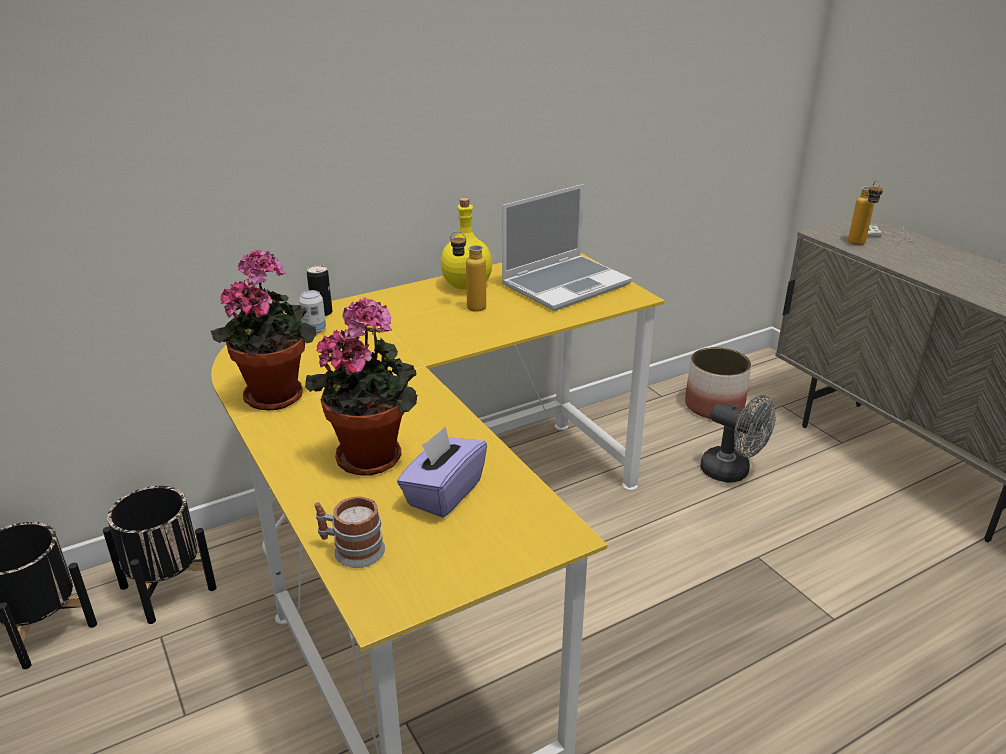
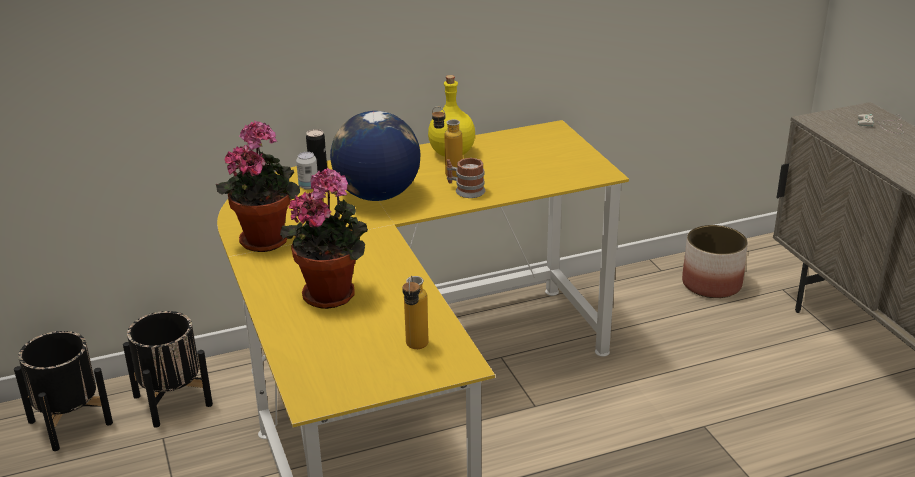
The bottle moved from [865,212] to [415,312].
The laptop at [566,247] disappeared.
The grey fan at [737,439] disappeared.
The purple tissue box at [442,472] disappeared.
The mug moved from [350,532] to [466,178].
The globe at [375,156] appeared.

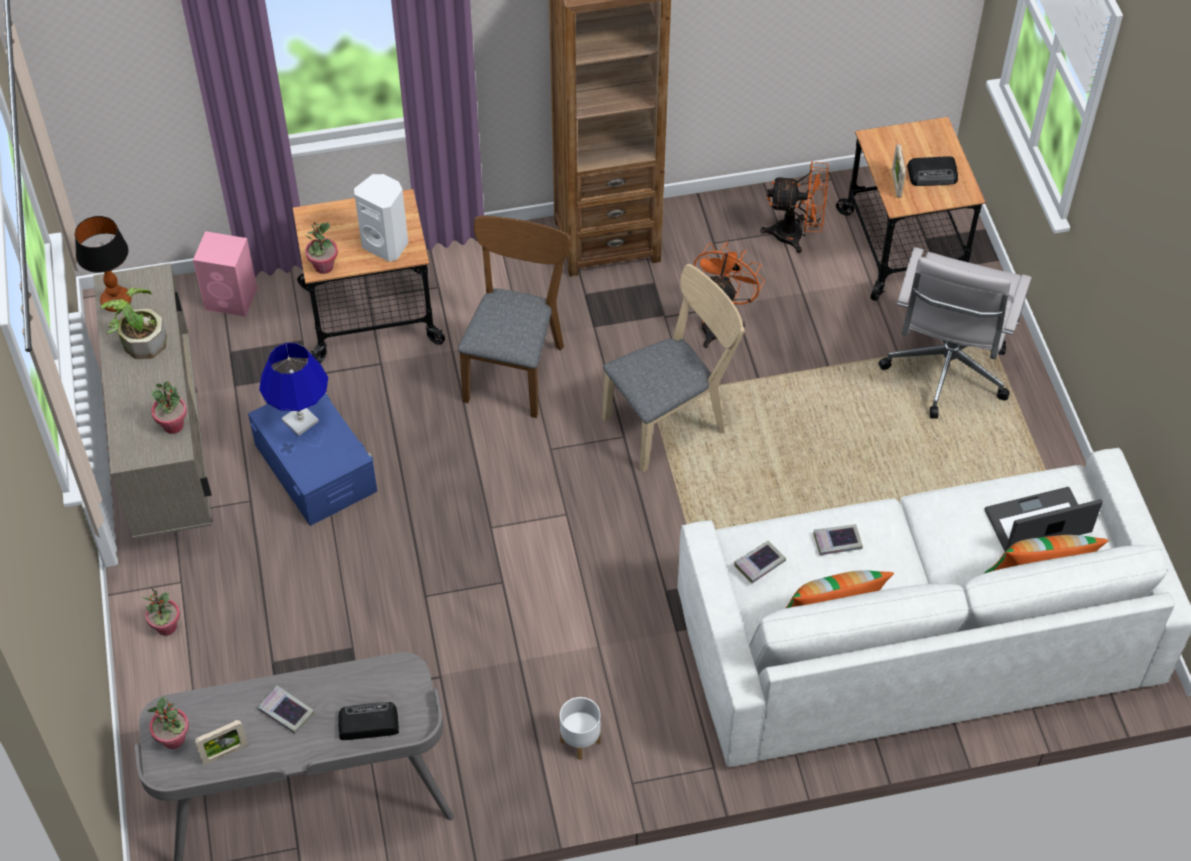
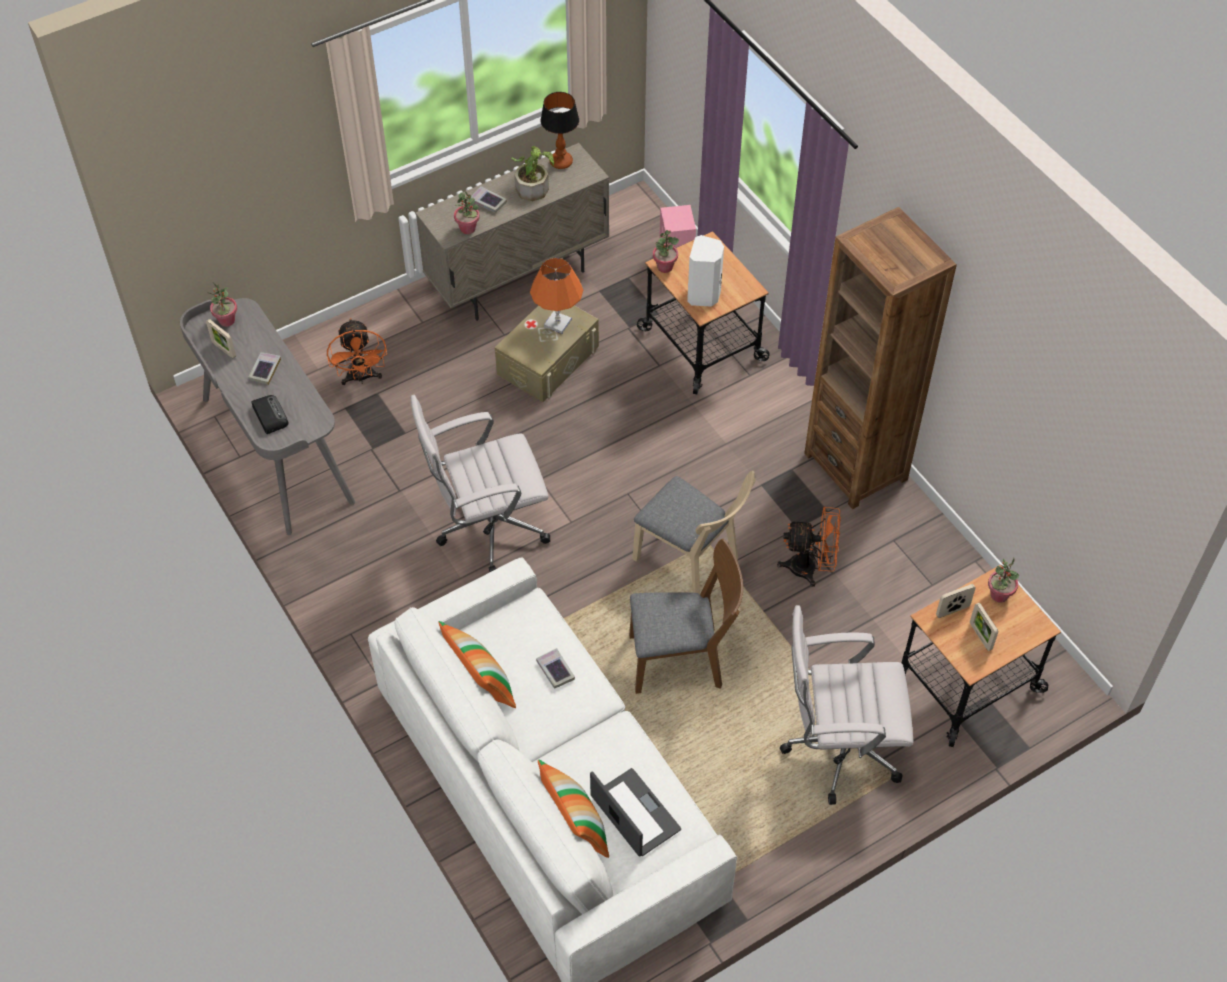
The radio at [932,171] was replaced by the picture frame at [984,627].
The orange fan moved from [794,208] to [357,351].
The brown chair moved from [514,317] to [686,616].
The blue table lamp at [293,389] became the orange table lamp at [556,295].
The blue storage box at [312,459] became the beige storage box at [547,353].
The book moved from [760,562] to [489,199].
The potted plant moved from [161,611] to [1003,580].
The white planter at [580,728] disappeared.
The white office chair at [480,483] appeared.

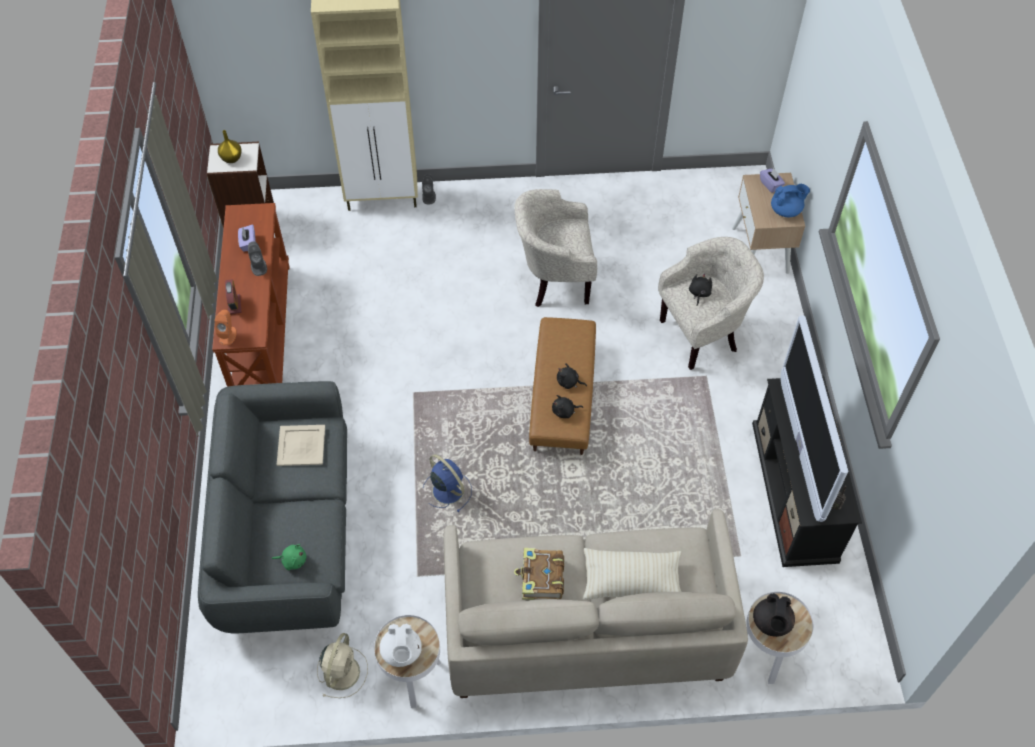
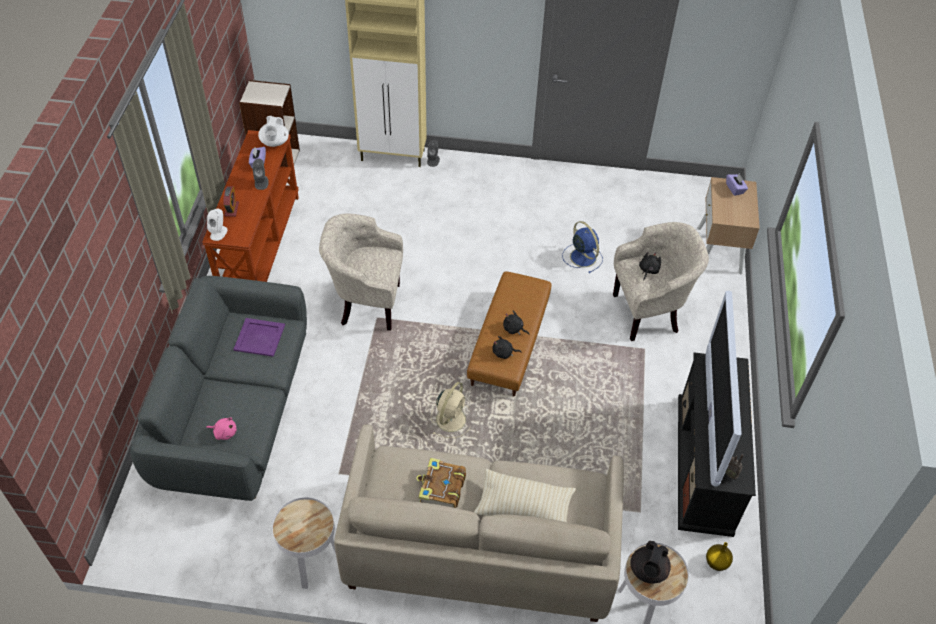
The yellow vase moved from [230,146] to [719,556].
The blue teapot at [790,200] disappeared.
The beige armchair moved from [555,248] to [361,272].
The orange speaker at [225,327] became the white speaker at [217,225].
The beige tray at [301,445] became the purple tray at [259,337].
The blue fan moved from [447,483] to [582,247].
The green plush toy at [289,557] became the pink plush toy at [221,429].
The white teapot moved from [401,645] to [273,131].
The beige fan moved from [342,665] to [451,410].

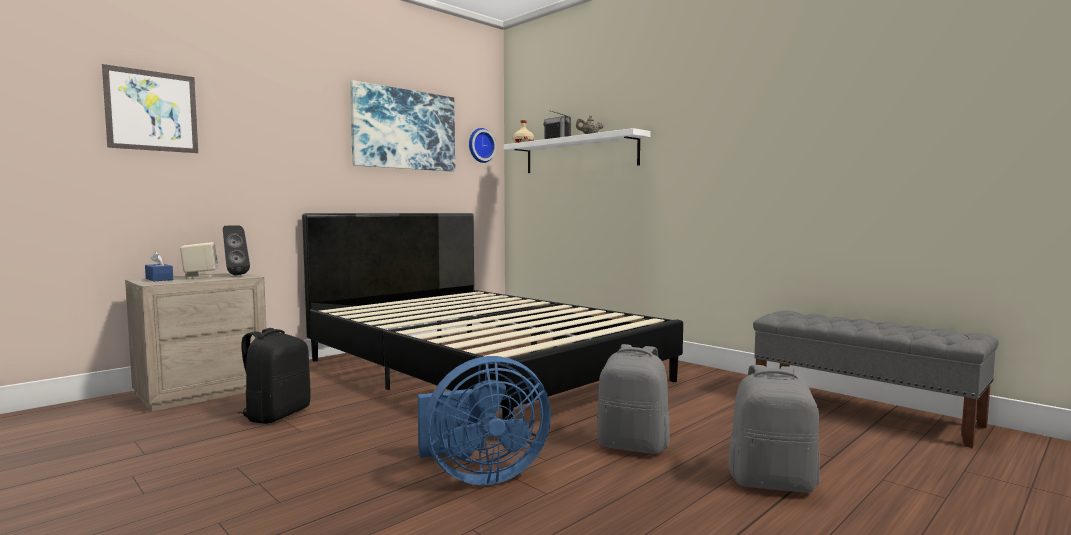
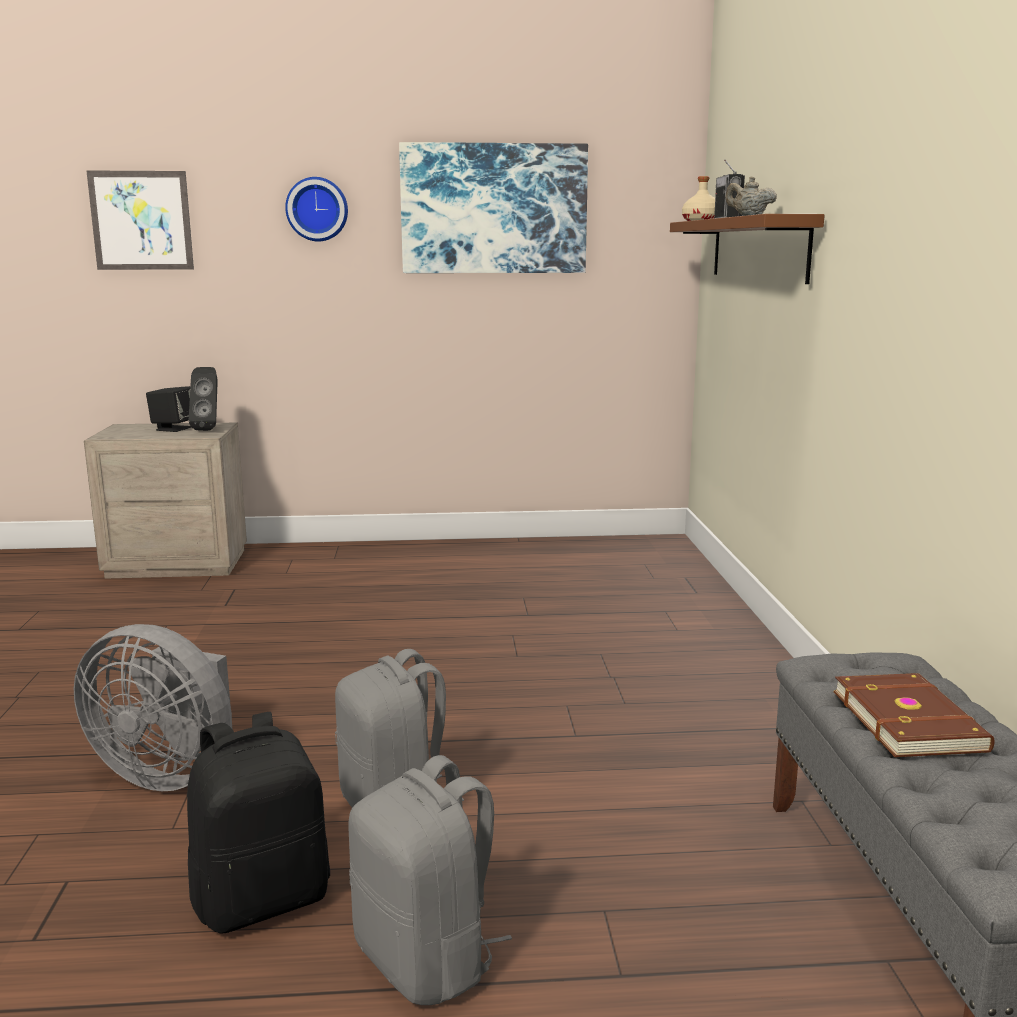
The wall clock moved from [483,145] to [316,209].
The white shelf at [577,150] became the brown shelf at [747,249].
The black bed at [492,316] disappeared.
The beige speaker at [199,260] became the black speaker at [168,409].
The blue tissue box at [159,266] disappeared.
The black backpack moved from [274,376] to [258,822].
The blue fan at [484,420] became the grey fan at [153,707].
The brown book at [914,715] appeared.

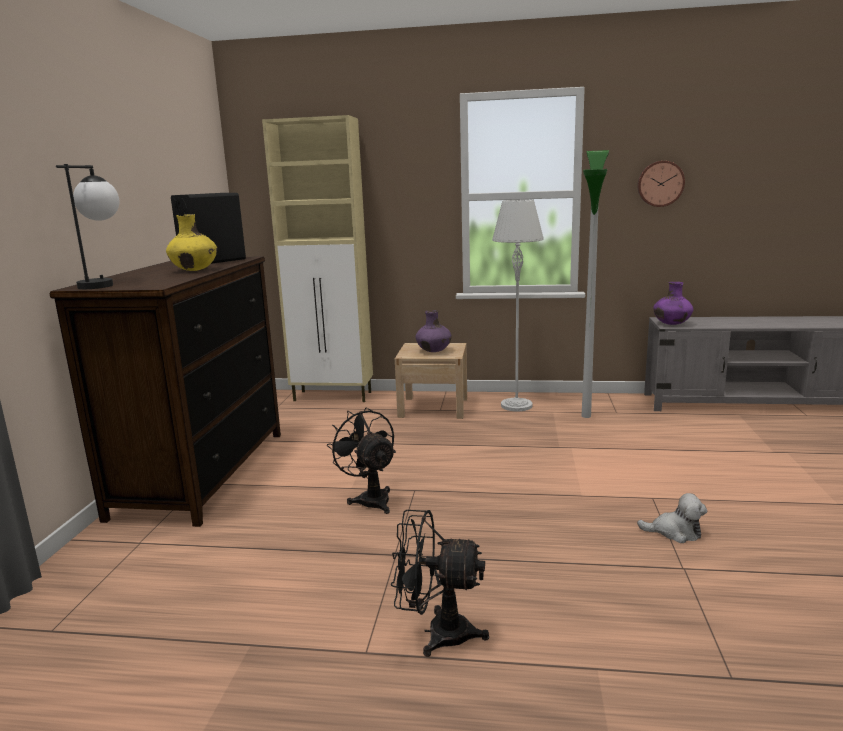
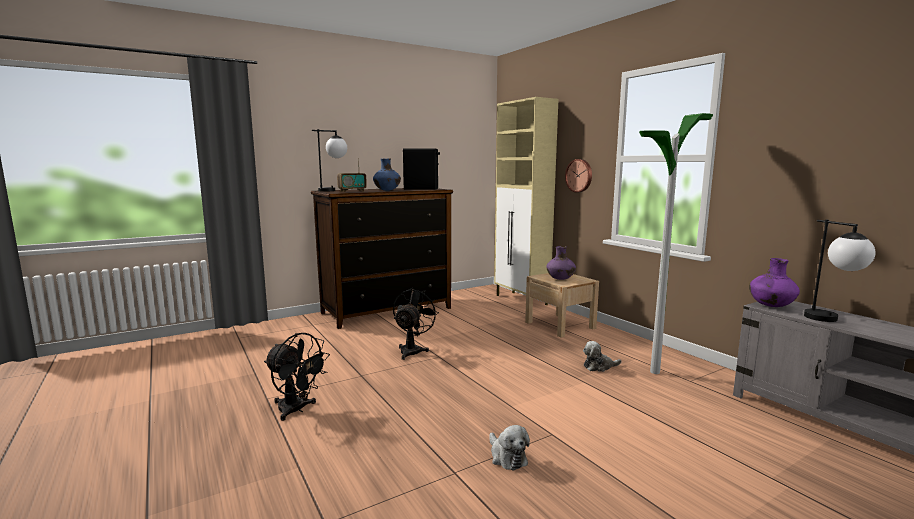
The wall clock moved from [661,184] to [578,175].
The grey floor lamp at [518,305] disappeared.
The yellow vase at [191,242] became the blue vase at [387,174].
The black fan at [440,583] turned 150 degrees clockwise.
The radio at [352,175] appeared.
The table lamp at [840,271] appeared.
The plush toy at [602,356] appeared.

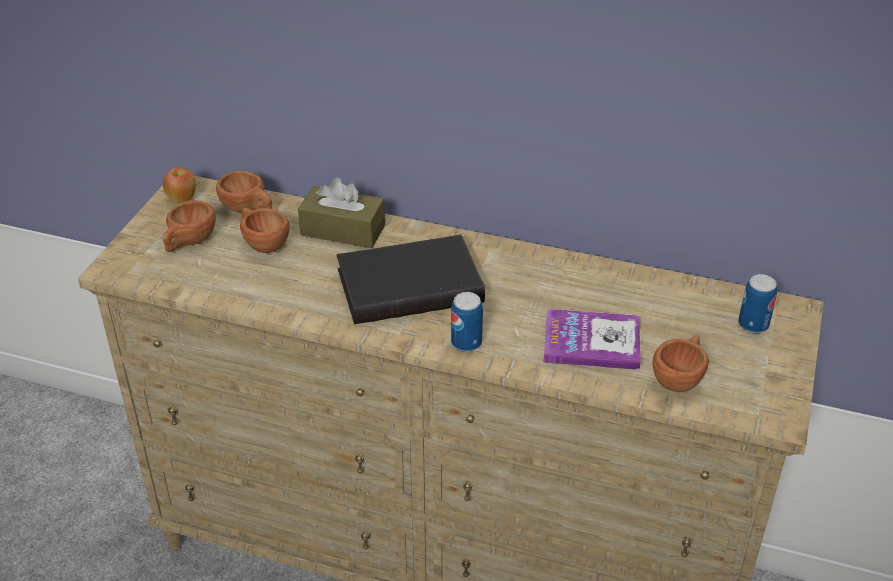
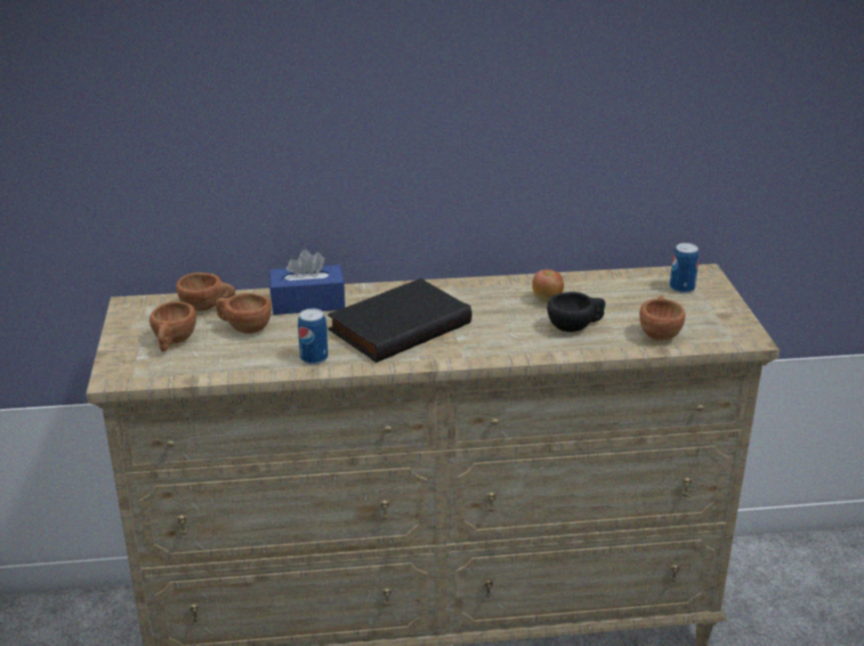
The apple moved from [179,185] to [548,286].
The brown tissue box at [341,213] became the blue tissue box at [307,282].
The can moved from [467,322] to [313,336].
The book at [592,339] was replaced by the black cup at [576,312].

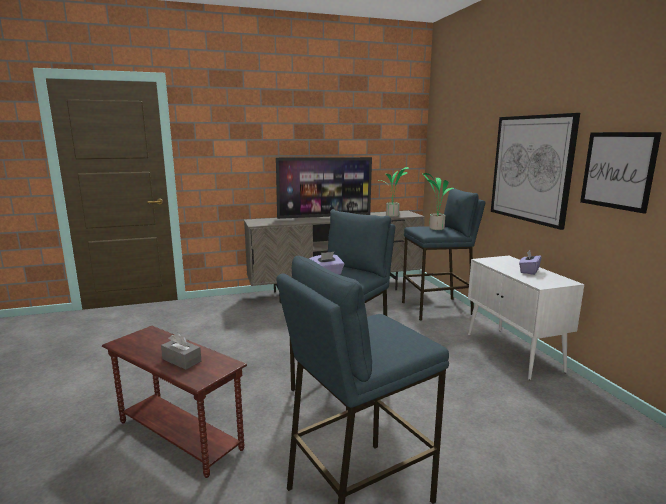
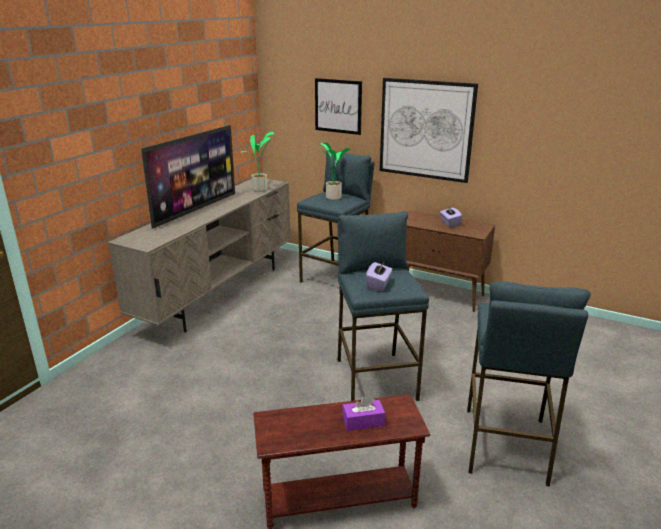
The picture moved from [621,173] to [338,106].
The white cabinet at [526,318] became the brown cabinet at [450,261].
The grey tissue box at [181,351] became the purple tissue box at [363,413].

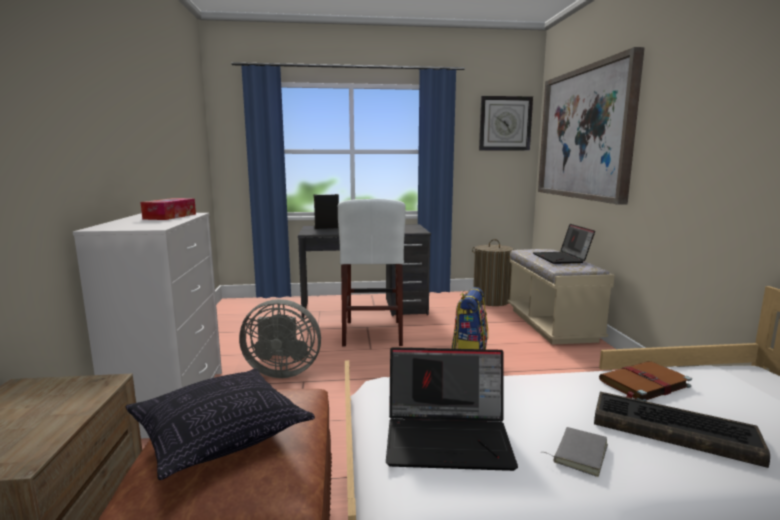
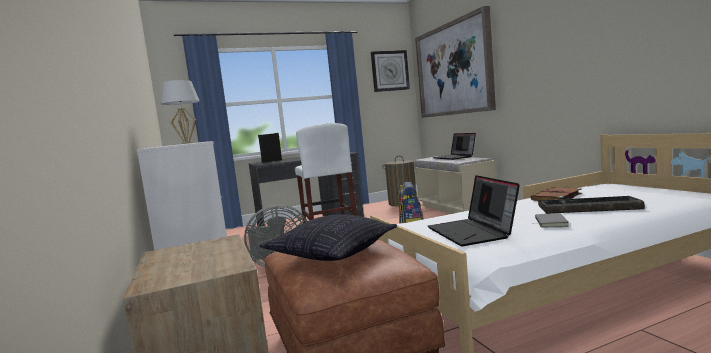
The tissue box at [168,209] was replaced by the white table lamp at [180,112].
The laptop at [452,409] turned 90 degrees clockwise.

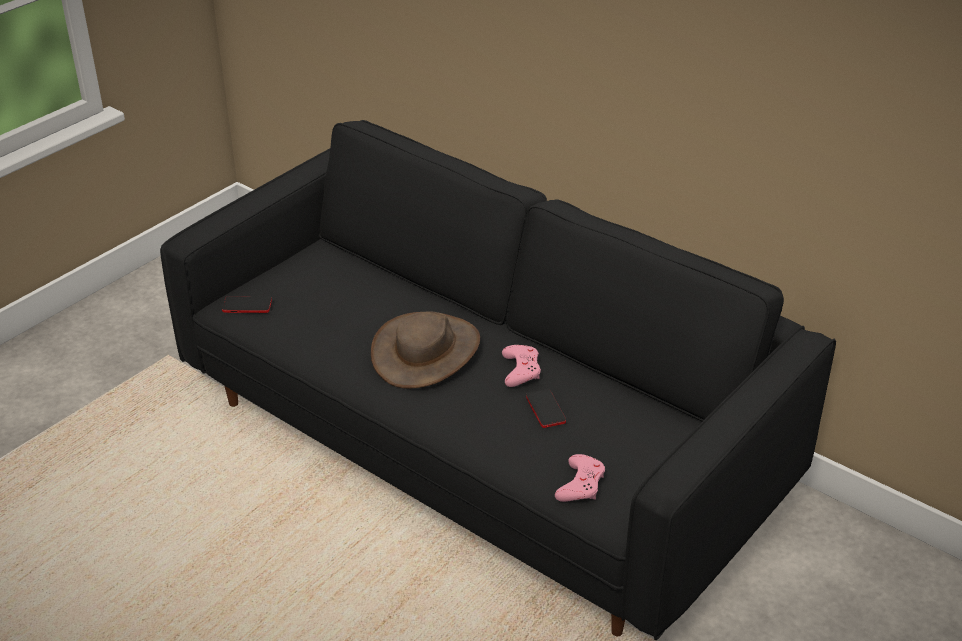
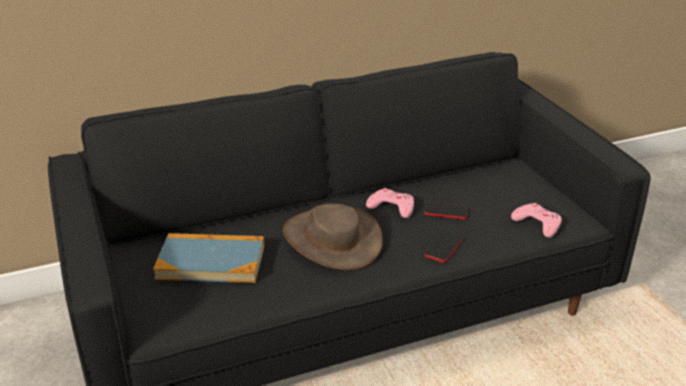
The phone moved from [247,304] to [443,247].
The book at [209,258] appeared.

